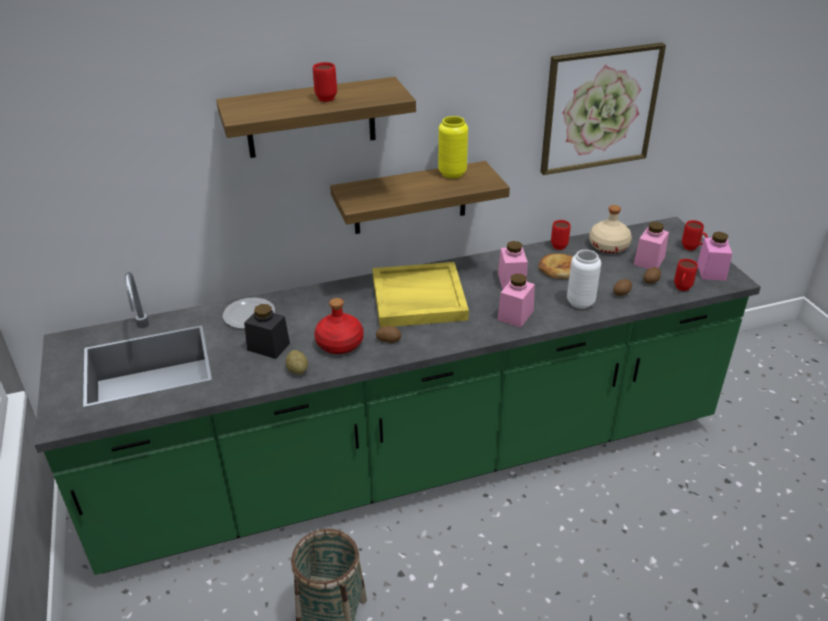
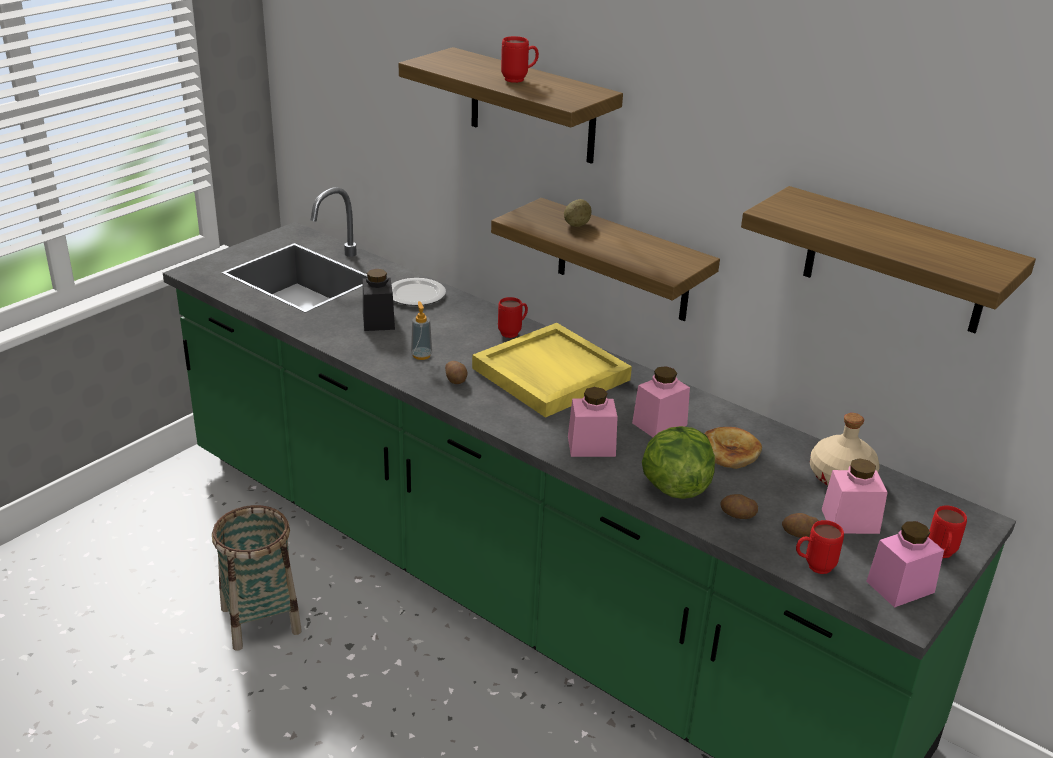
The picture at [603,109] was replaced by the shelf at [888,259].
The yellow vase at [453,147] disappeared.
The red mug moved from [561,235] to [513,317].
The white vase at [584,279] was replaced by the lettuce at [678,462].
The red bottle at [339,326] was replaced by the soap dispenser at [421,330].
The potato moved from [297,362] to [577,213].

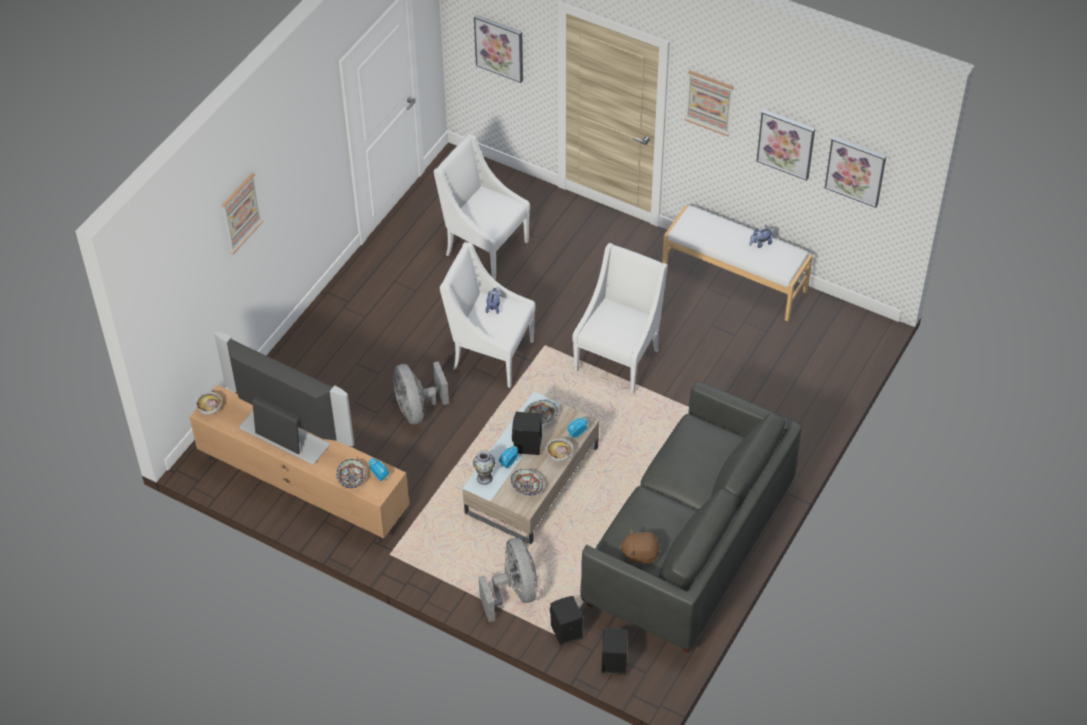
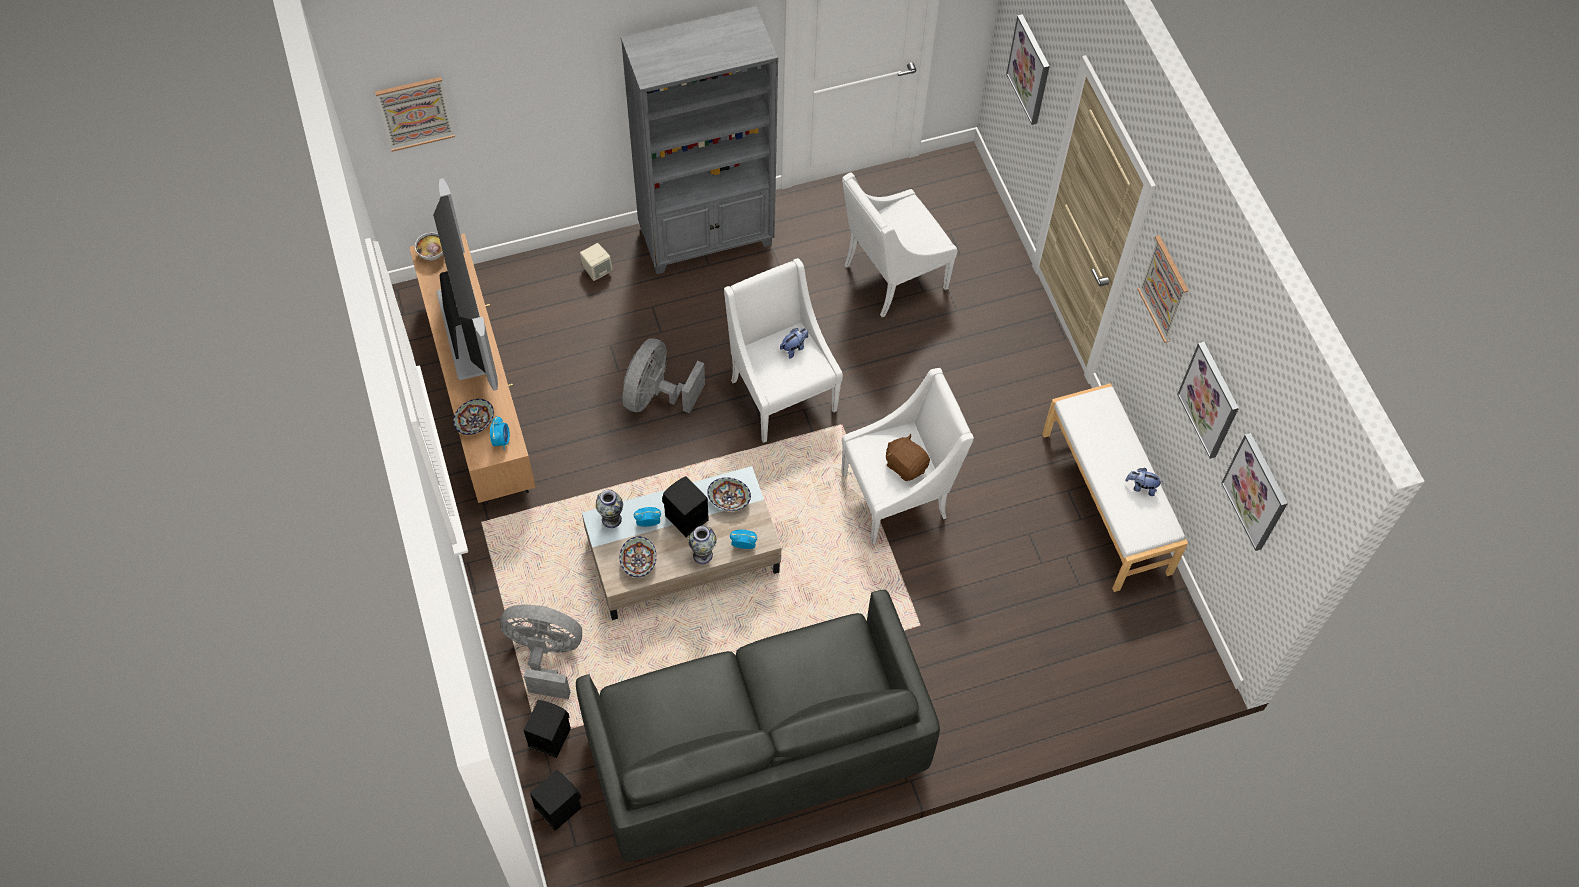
The white armchair at [482,207] turned 105 degrees counterclockwise.
The picture moved from [242,213] to [415,114].
The bowl at [559,450] was replaced by the vase at [702,545].
The brown plush toy moved from [639,546] to [908,457].
The grey fan at [508,580] turned 105 degrees counterclockwise.
The grey bookcase at [699,140] appeared.
The beige speaker at [596,262] appeared.

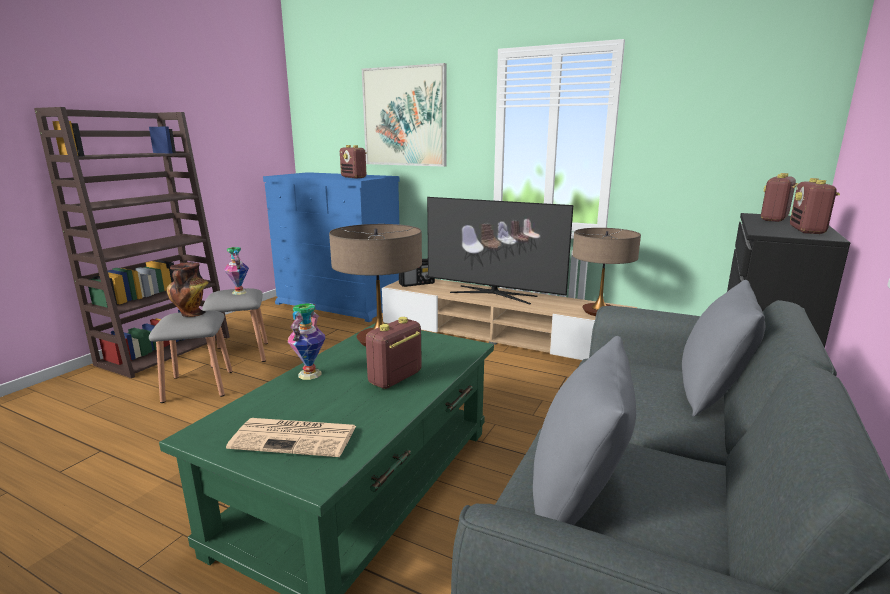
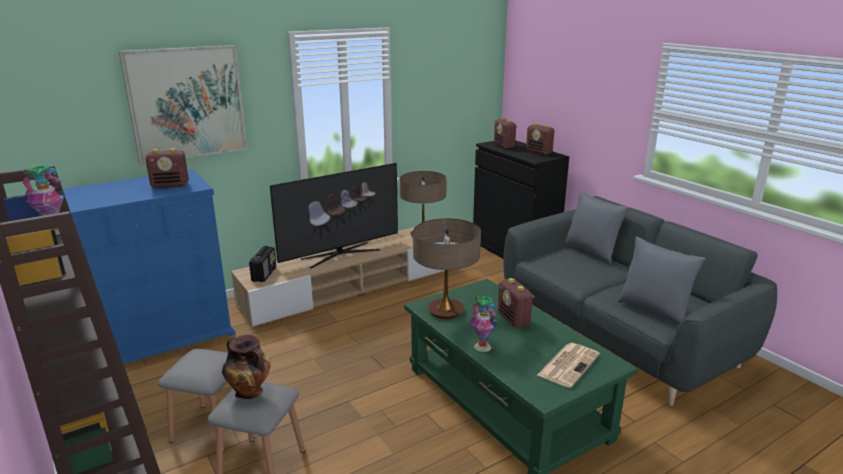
The vase moved from [236,271] to [43,200].

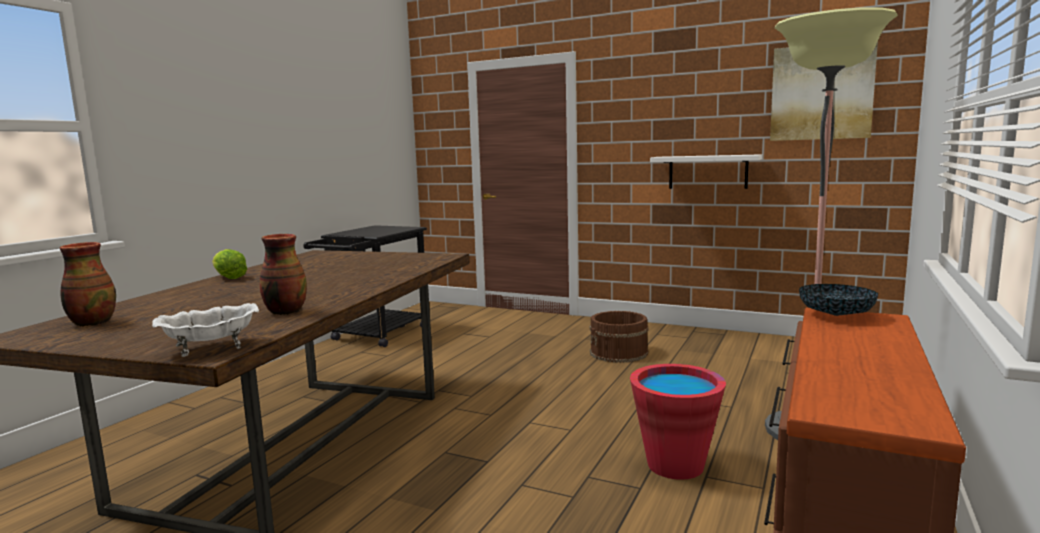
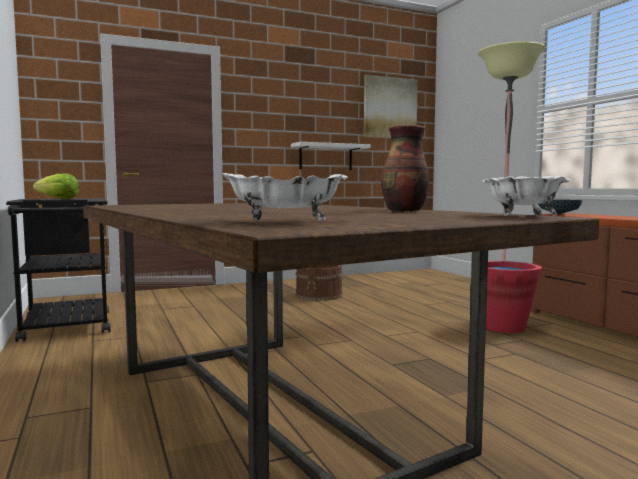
The vase at [88,284] was replaced by the white bowl at [284,197].
The lettuce moved from [229,264] to [56,186].

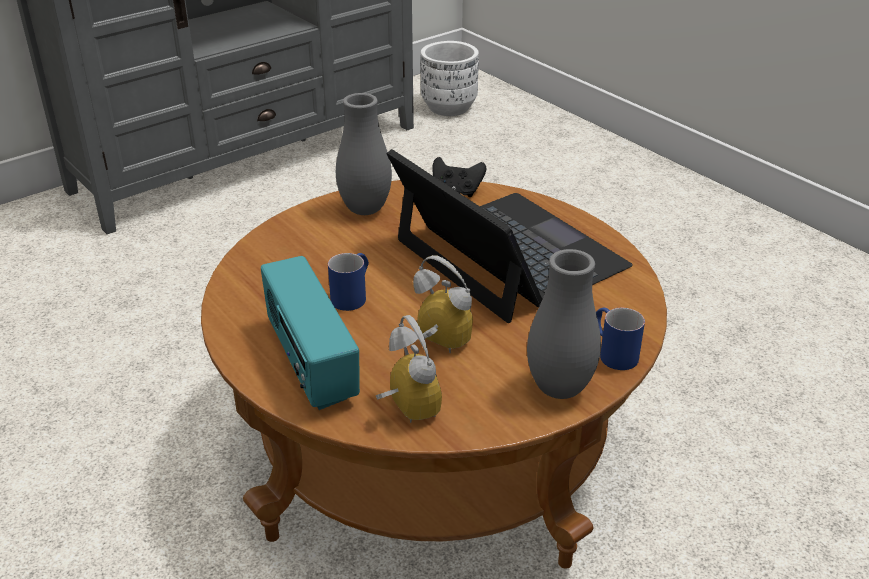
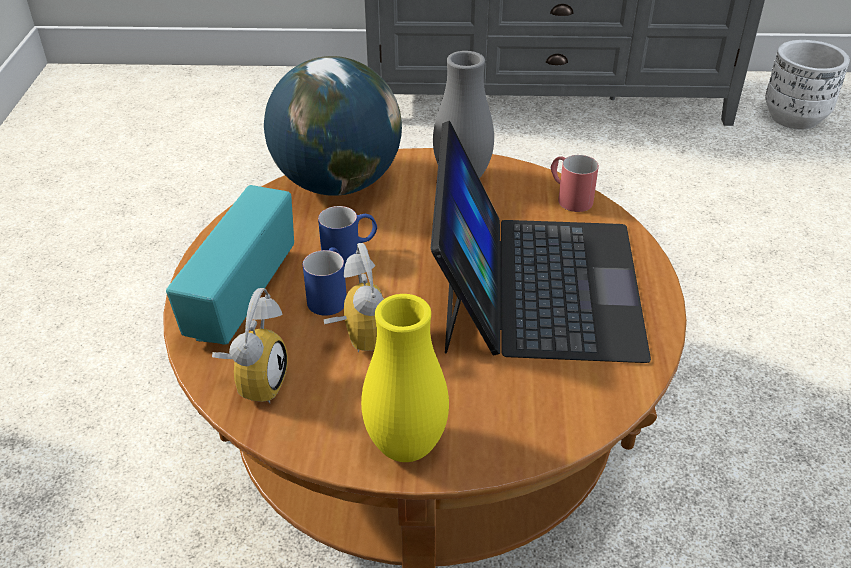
The black game controller at [459,177] was replaced by the red mug at [574,183].
The grey vase at [564,324] became the yellow vase at [405,378].
The blue mug moved from [620,339] to [325,281].
The globe at [333,126] appeared.

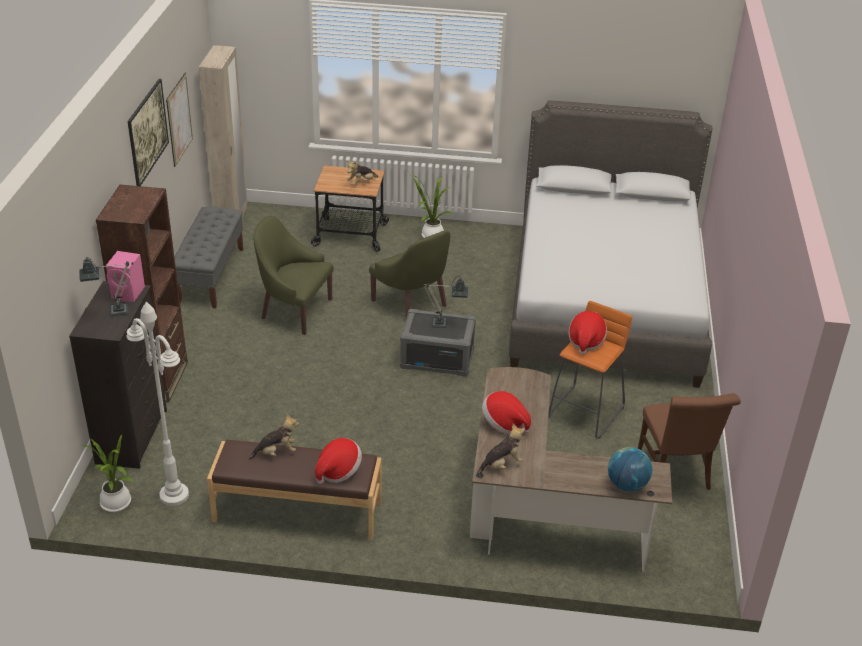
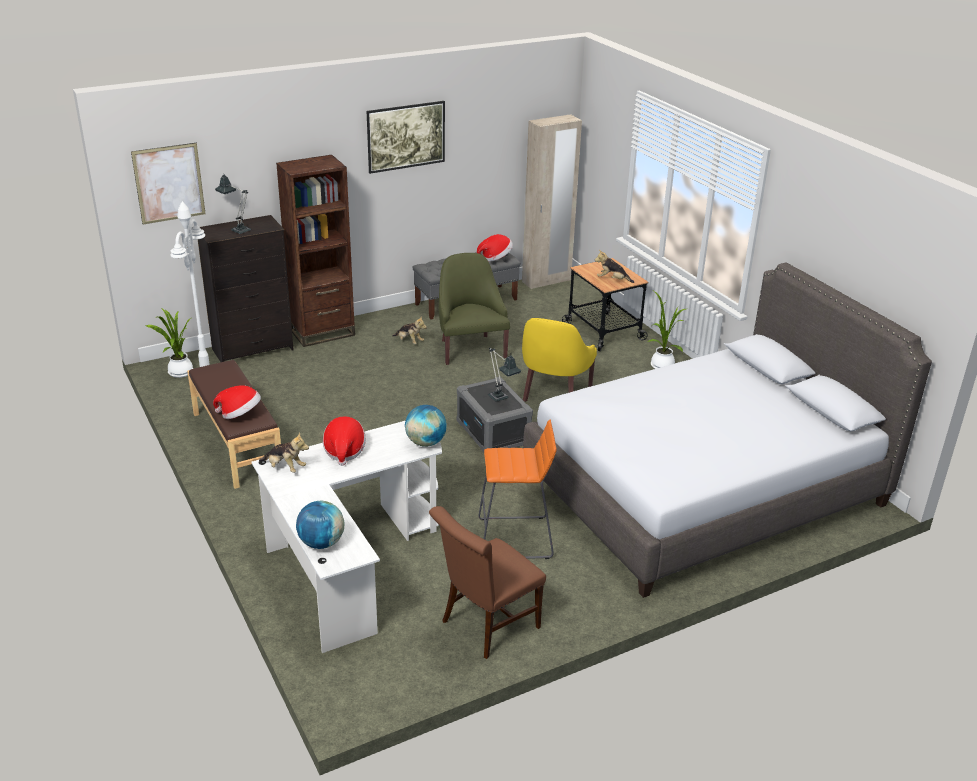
The picture moved from [179,120] to [168,183].
The green armchair at [409,274] became the yellow armchair at [559,360].
The pink speaker at [125,276] disappeared.
The hat moved from [588,333] to [495,247].
The brown desk at [571,469] became the white desk at [346,537].
The plush toy moved from [274,437] to [409,330].
The globe at [426,426] appeared.

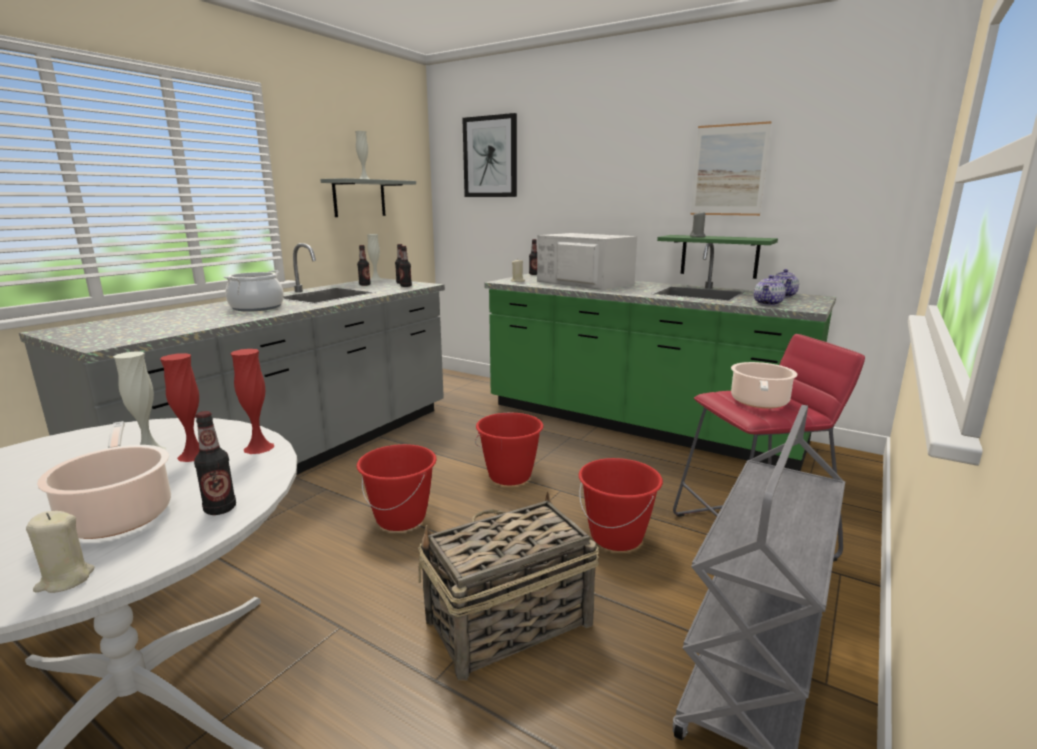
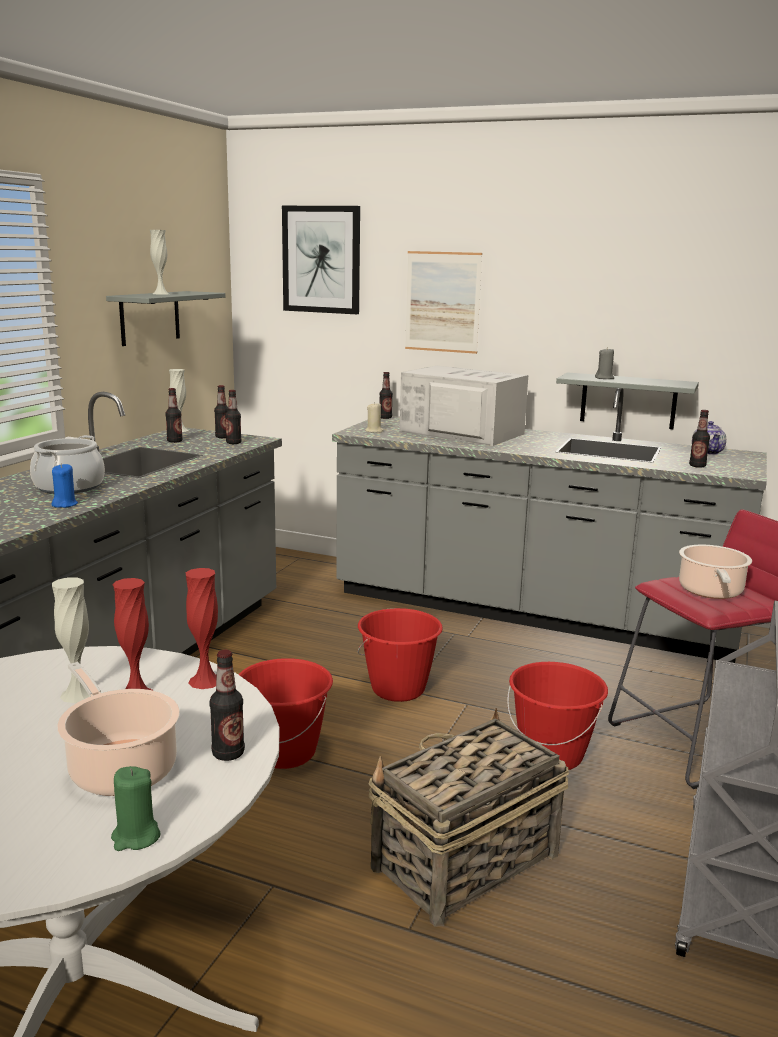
The picture moved from [731,168] to [443,302].
The green shelf at [717,257] became the grey shelf at [627,400].
The green counter at [660,357] became the grey counter at [549,525].
The teapot at [770,290] was replaced by the bottle at [699,439].
The beige candle at [60,552] became the green candle at [135,808].
The blue candle at [64,486] appeared.

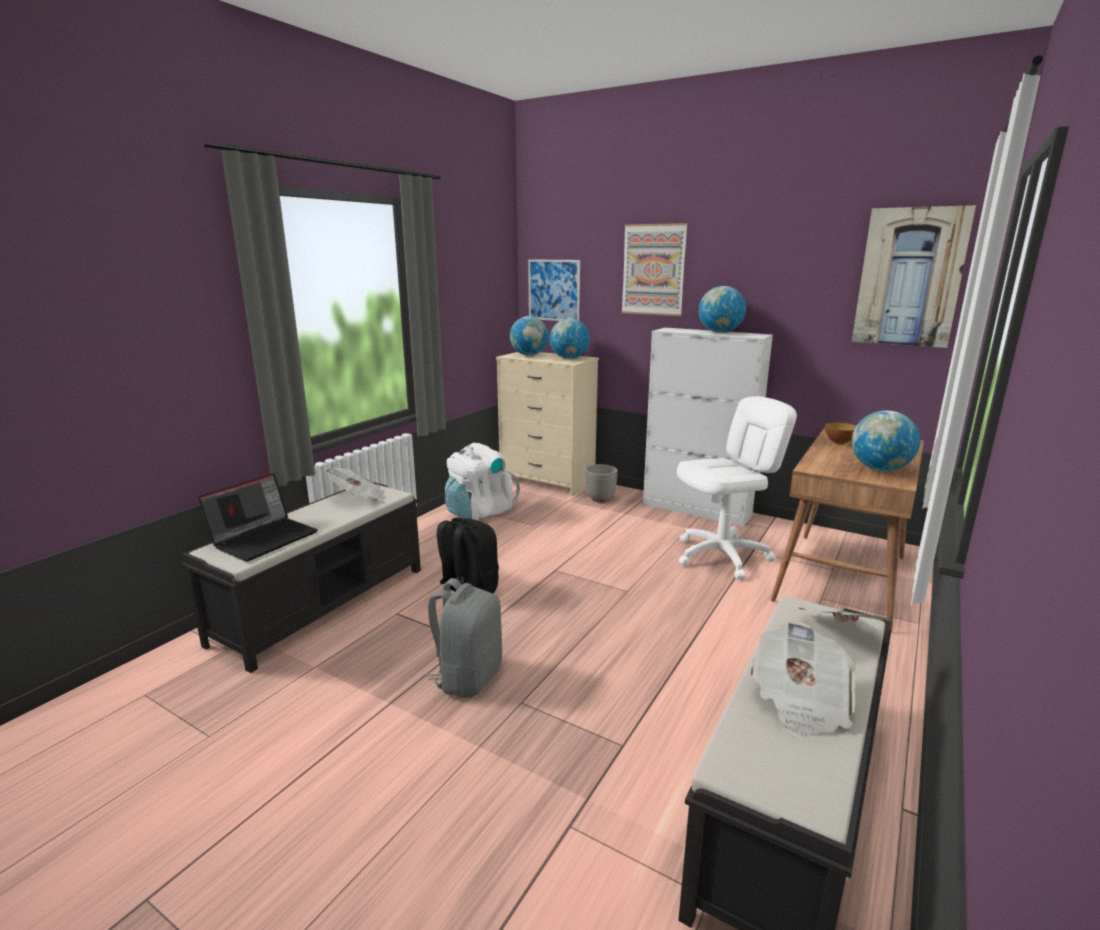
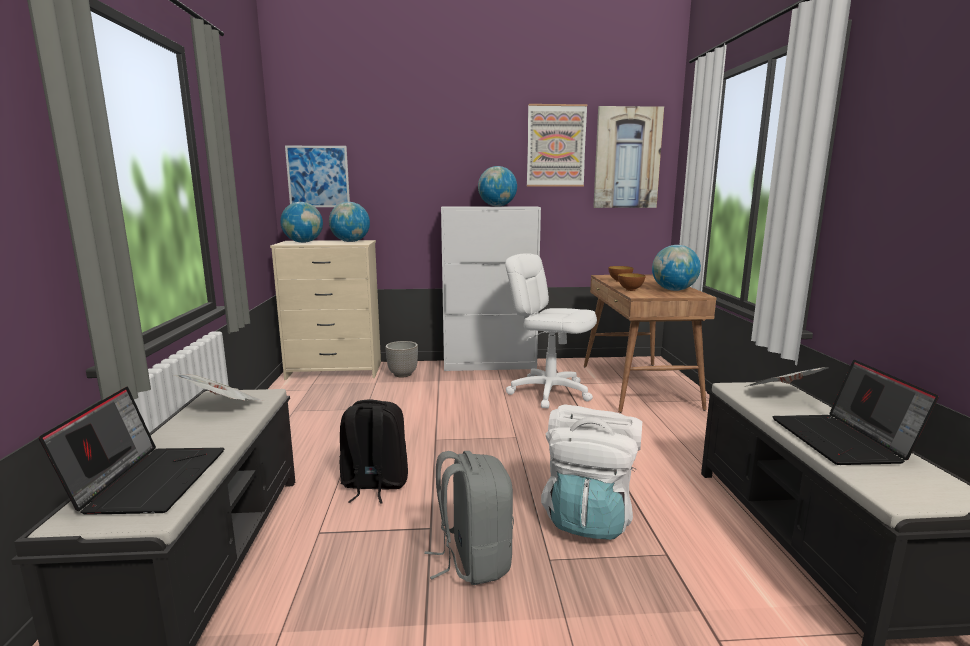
The picture moved from [654,269] to [557,145].
The white office chair at [737,487] turned 90 degrees counterclockwise.
The white backpack moved from [482,482] to [591,472].
The newspaper at [803,679] was replaced by the laptop at [855,412].
The bowl at [631,282] appeared.

